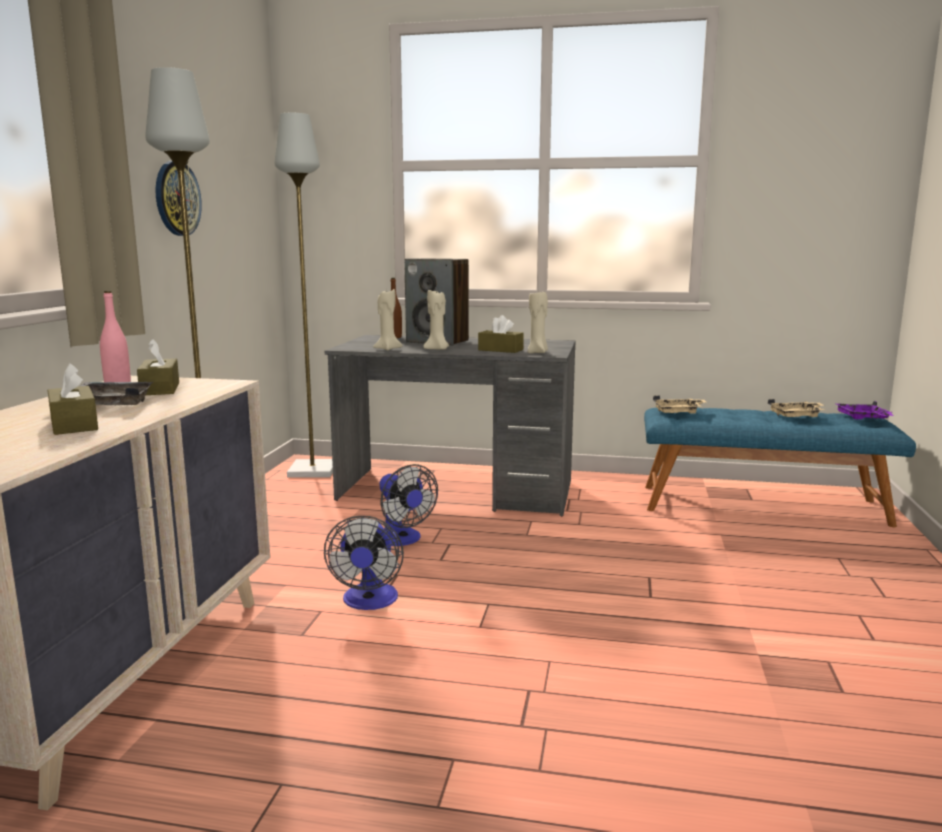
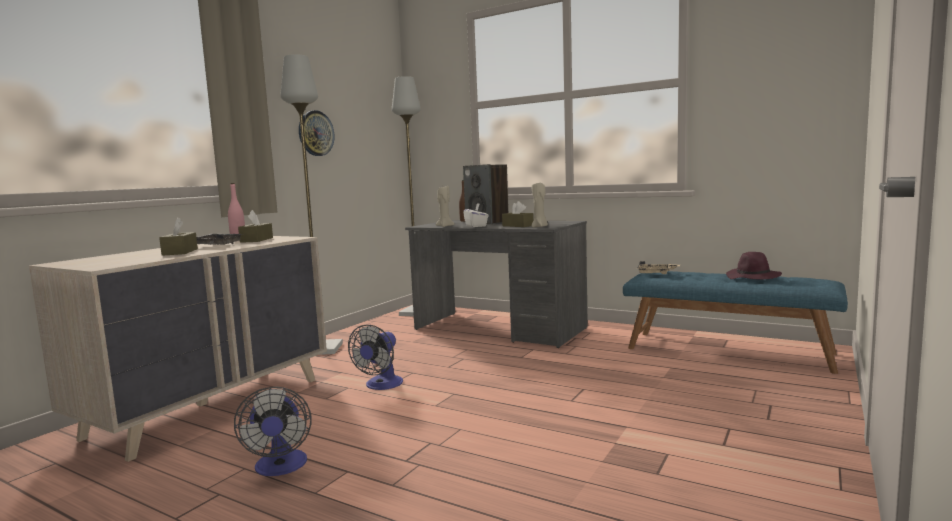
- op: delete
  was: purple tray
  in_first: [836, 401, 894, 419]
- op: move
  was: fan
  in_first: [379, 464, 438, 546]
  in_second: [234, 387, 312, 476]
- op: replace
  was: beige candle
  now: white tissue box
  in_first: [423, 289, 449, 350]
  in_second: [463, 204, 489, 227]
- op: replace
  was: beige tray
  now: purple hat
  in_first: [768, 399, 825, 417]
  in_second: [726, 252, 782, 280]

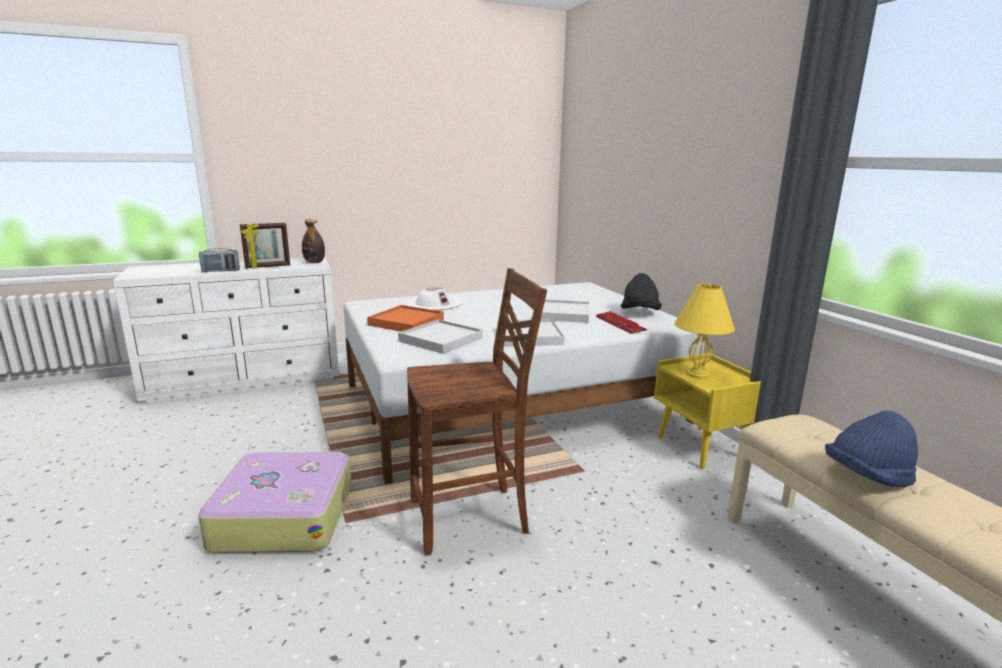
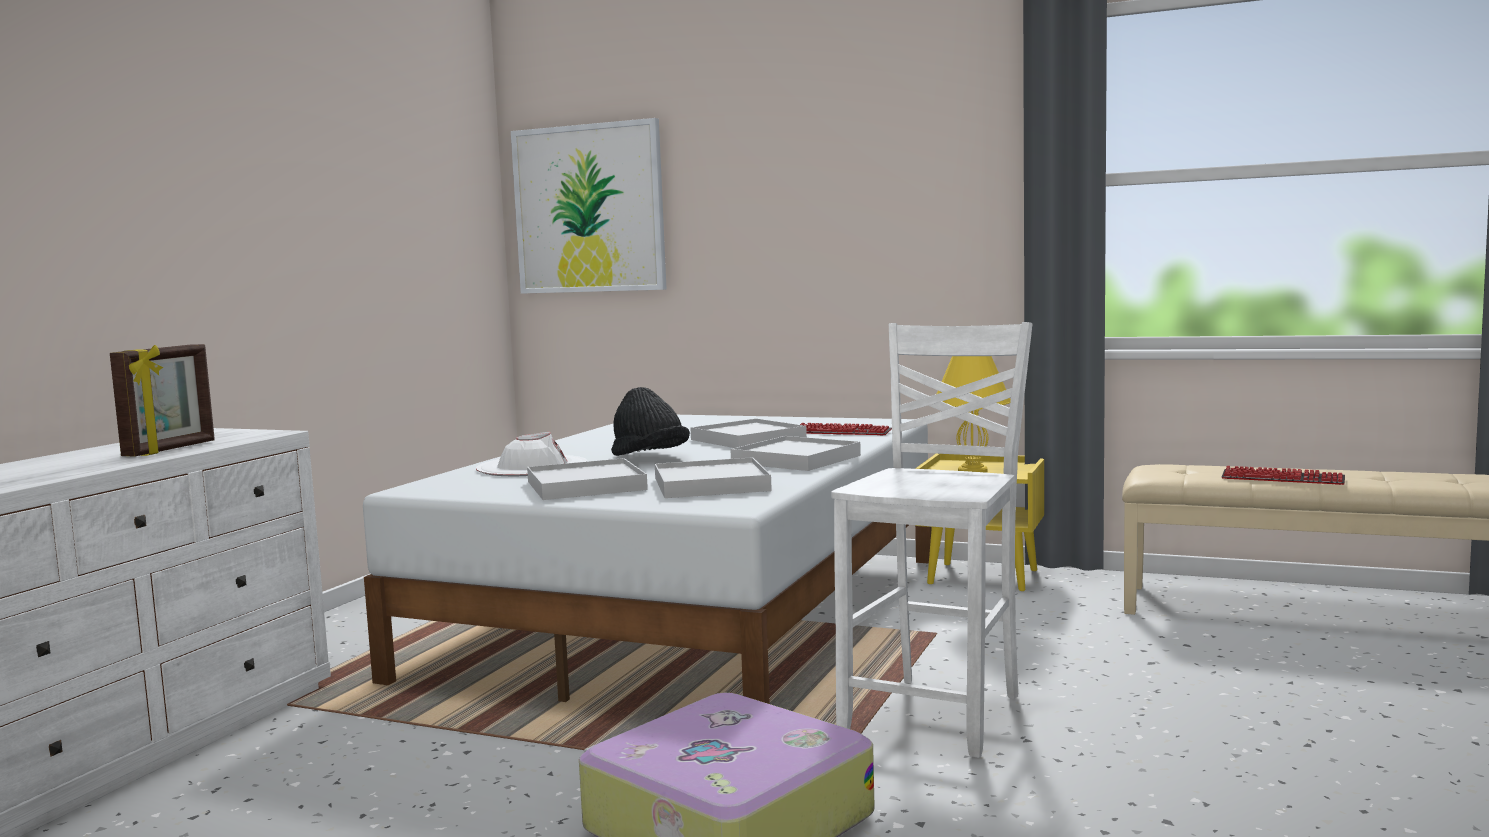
- op: delete
  was: radio
  in_first: [199, 248, 240, 272]
- op: delete
  was: bottle
  in_first: [302, 219, 325, 263]
- op: insert
  now: picture
  in_second: [511, 118, 667, 294]
- op: move
  was: black hat
  in_first: [621, 273, 662, 310]
  in_second: [611, 387, 690, 456]
- op: replace
  was: blue hat
  now: keyboard
  in_first: [825, 411, 918, 487]
  in_second: [1222, 466, 1345, 485]
- op: recolor
  was: orange tray
  now: white tray
  in_first: [367, 305, 444, 332]
  in_second: [527, 458, 648, 500]
- op: recolor
  was: brown chair
  now: white chair
  in_first: [407, 268, 547, 555]
  in_second: [831, 322, 1032, 758]

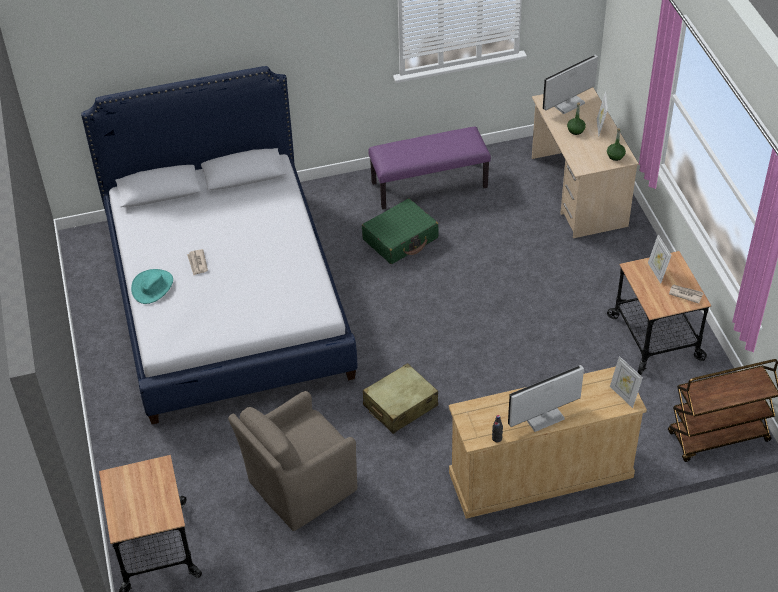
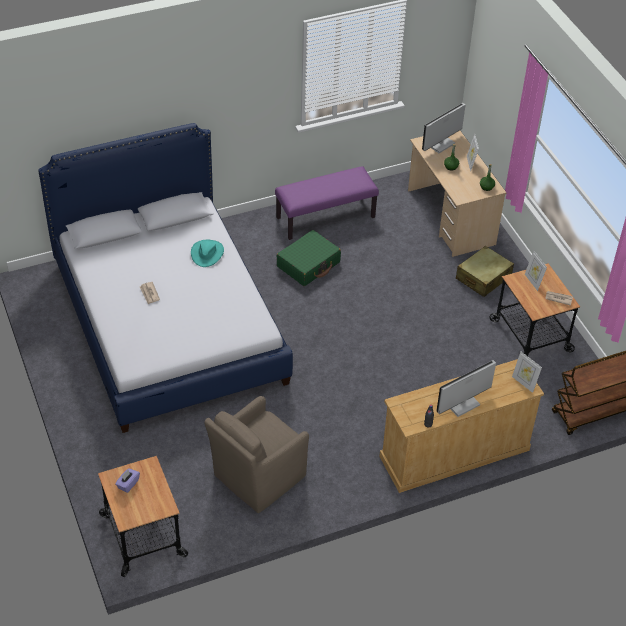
- op: insert
  now: purple tissue box
  in_second: [115, 468, 140, 493]
- op: move
  was: turquoise hat
  in_first: [131, 269, 173, 304]
  in_second: [191, 240, 224, 267]
- op: move
  was: beige suitcase
  in_first: [363, 363, 438, 434]
  in_second: [456, 246, 514, 297]

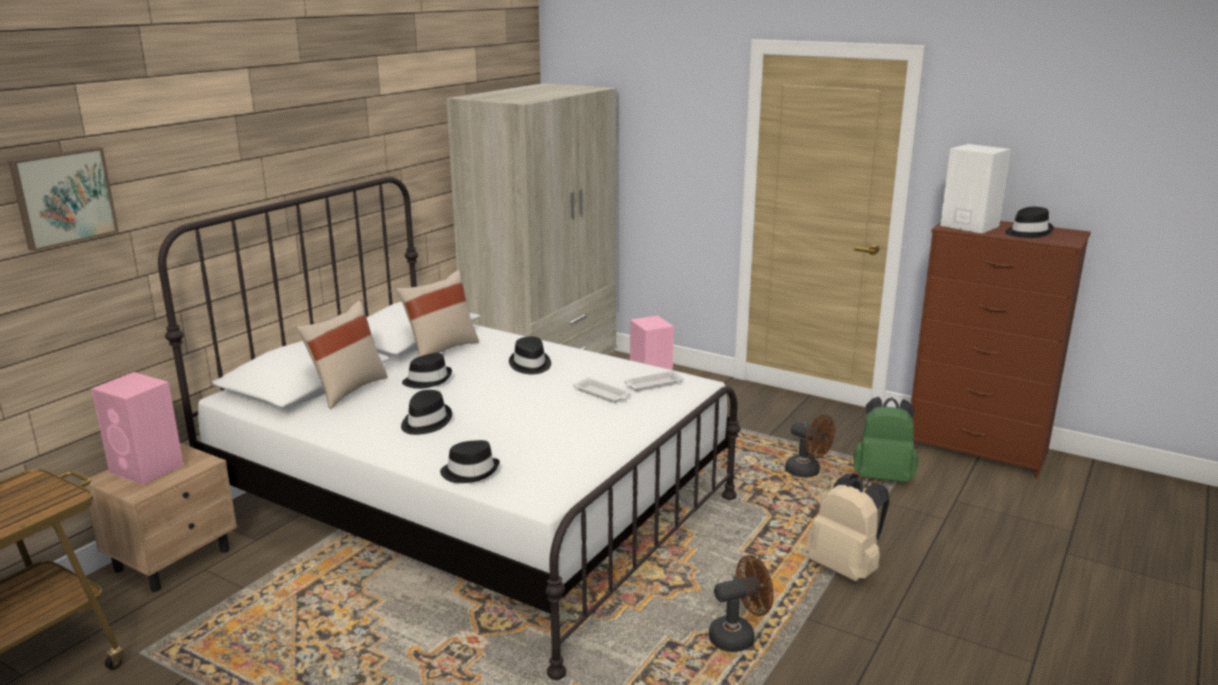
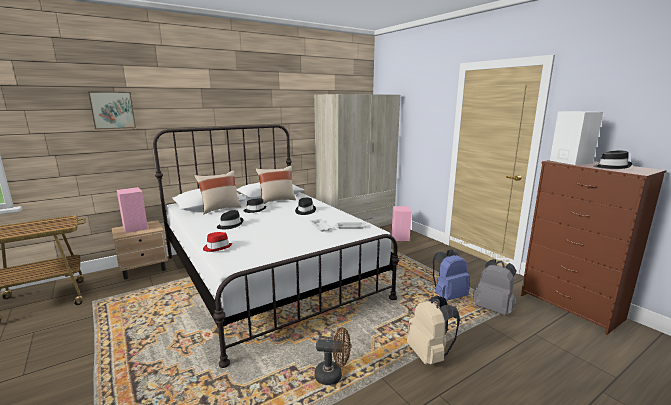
- op: replace
  was: brown fan
  now: blue backpack
  in_first: [785, 415, 835, 478]
  in_second: [433, 250, 470, 301]
- op: recolor
  was: black hat
  now: red hat
  in_first: [440, 440, 500, 483]
  in_second: [203, 232, 232, 252]
- op: recolor
  was: green backpack
  now: grey backpack
  in_first: [854, 397, 918, 483]
  in_second: [473, 259, 517, 315]

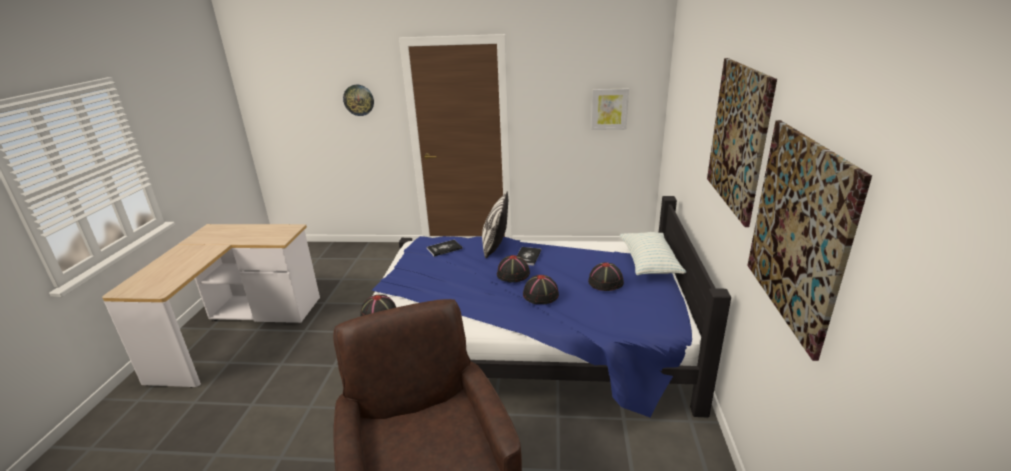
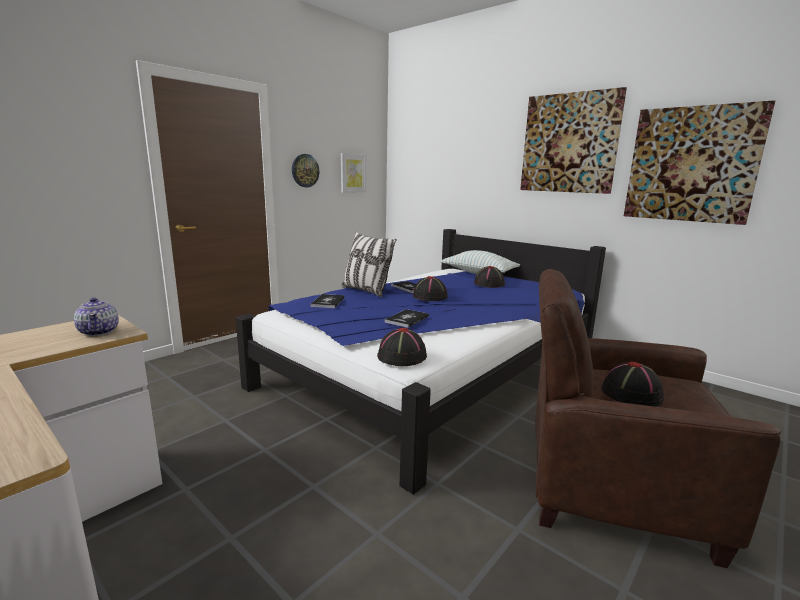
- op: insert
  now: teapot
  in_second: [74, 298, 119, 336]
- op: insert
  now: book
  in_second: [385, 309, 429, 328]
- op: move
  was: wall clock
  in_first: [343, 85, 374, 116]
  in_second: [292, 154, 319, 187]
- op: move
  was: black hat
  in_first: [523, 275, 559, 304]
  in_second: [601, 362, 664, 407]

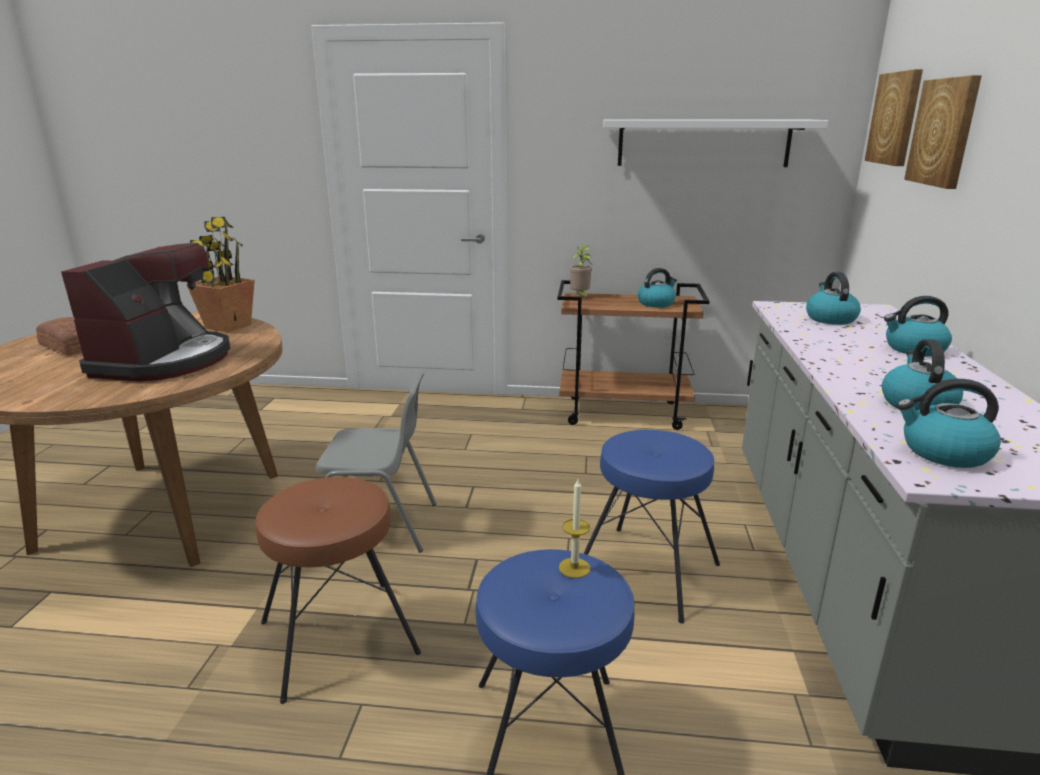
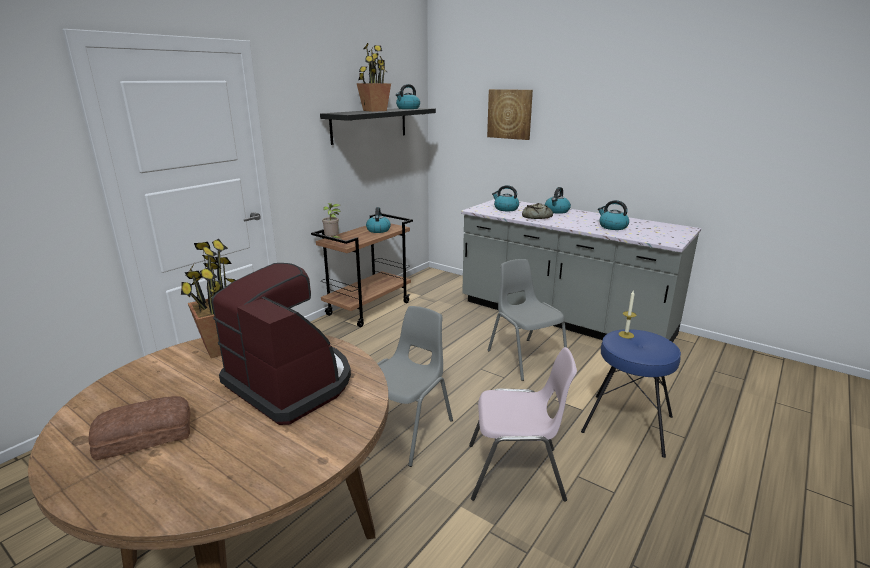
- op: delete
  was: picture
  in_first: [865, 69, 923, 166]
- op: insert
  now: potted plant
  in_second: [357, 43, 391, 112]
- op: insert
  now: bread
  in_second: [522, 203, 553, 219]
- op: move
  was: kettle
  in_first: [897, 379, 1001, 468]
  in_second: [396, 84, 420, 109]
- op: replace
  was: brown stool
  now: pink chair
  in_first: [256, 477, 421, 704]
  in_second: [469, 347, 577, 501]
- op: replace
  was: blue stool
  now: grey chair
  in_first: [583, 430, 720, 623]
  in_second: [488, 259, 567, 381]
- op: recolor
  was: white shelf
  now: black shelf
  in_first: [603, 119, 828, 167]
  in_second: [320, 108, 436, 145]

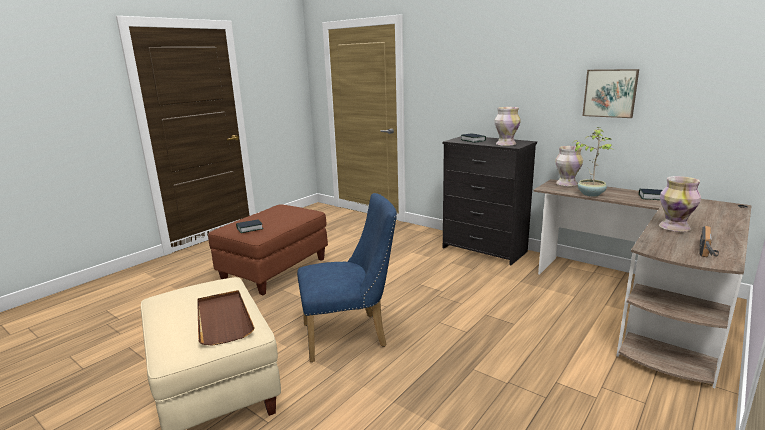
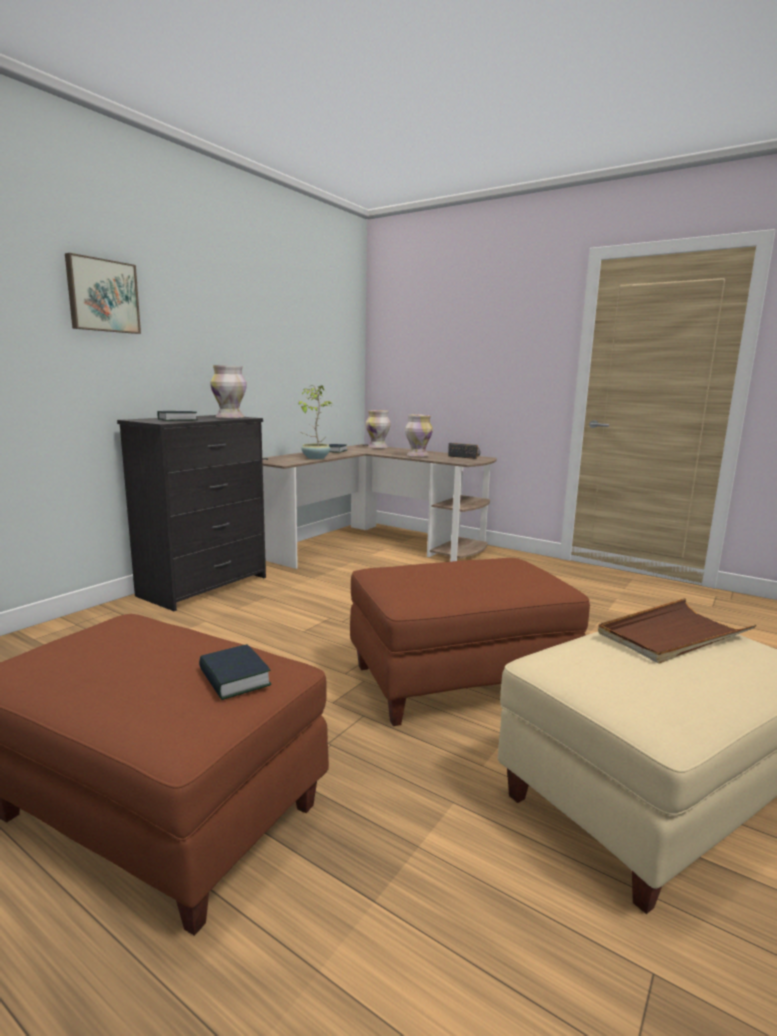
- op: move
  was: vase
  in_first: [555, 146, 583, 186]
  in_second: [366, 410, 391, 449]
- op: move
  was: picture
  in_first: [582, 69, 639, 118]
  in_second: [65, 253, 141, 334]
- op: replace
  was: blue chair
  now: brown ottoman
  in_first: [297, 193, 397, 362]
  in_second: [350, 558, 590, 726]

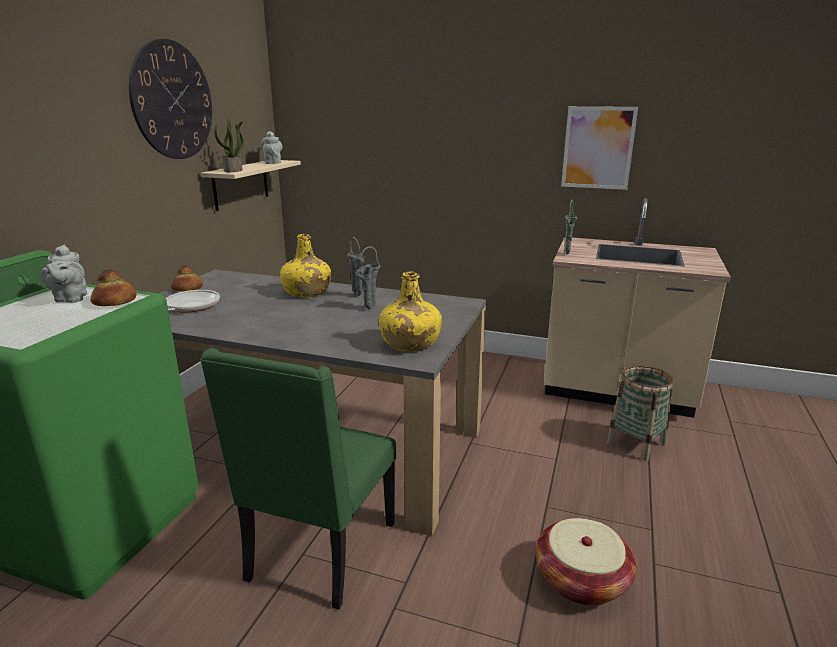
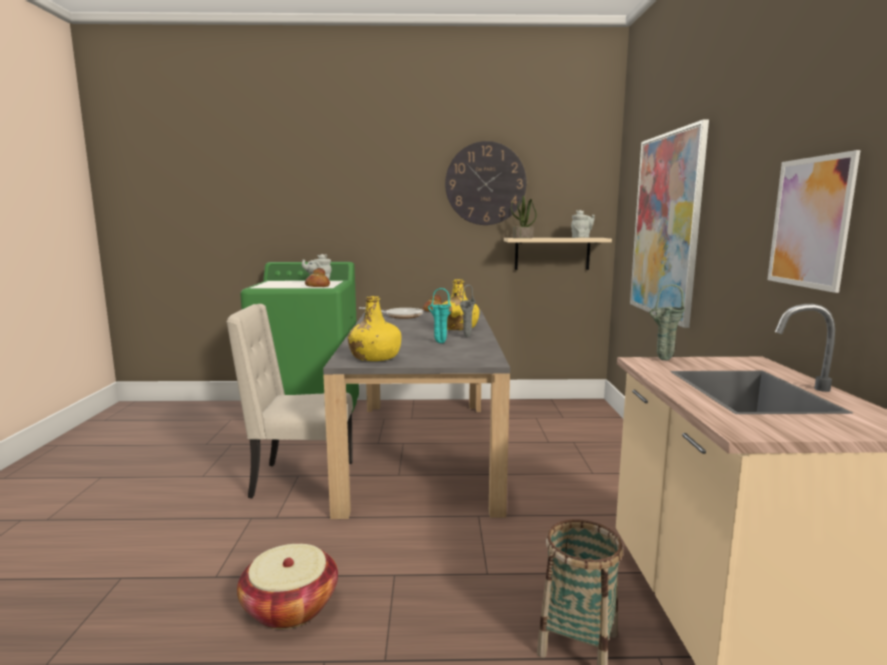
- op: insert
  now: picture
  in_second: [630, 119, 709, 328]
- op: recolor
  was: green chair
  now: beige chair
  in_first: [200, 348, 397, 609]
  in_second: [226, 304, 353, 498]
- op: recolor
  was: grey vase
  now: turquoise vase
  in_first: [356, 247, 380, 310]
  in_second: [428, 288, 451, 343]

